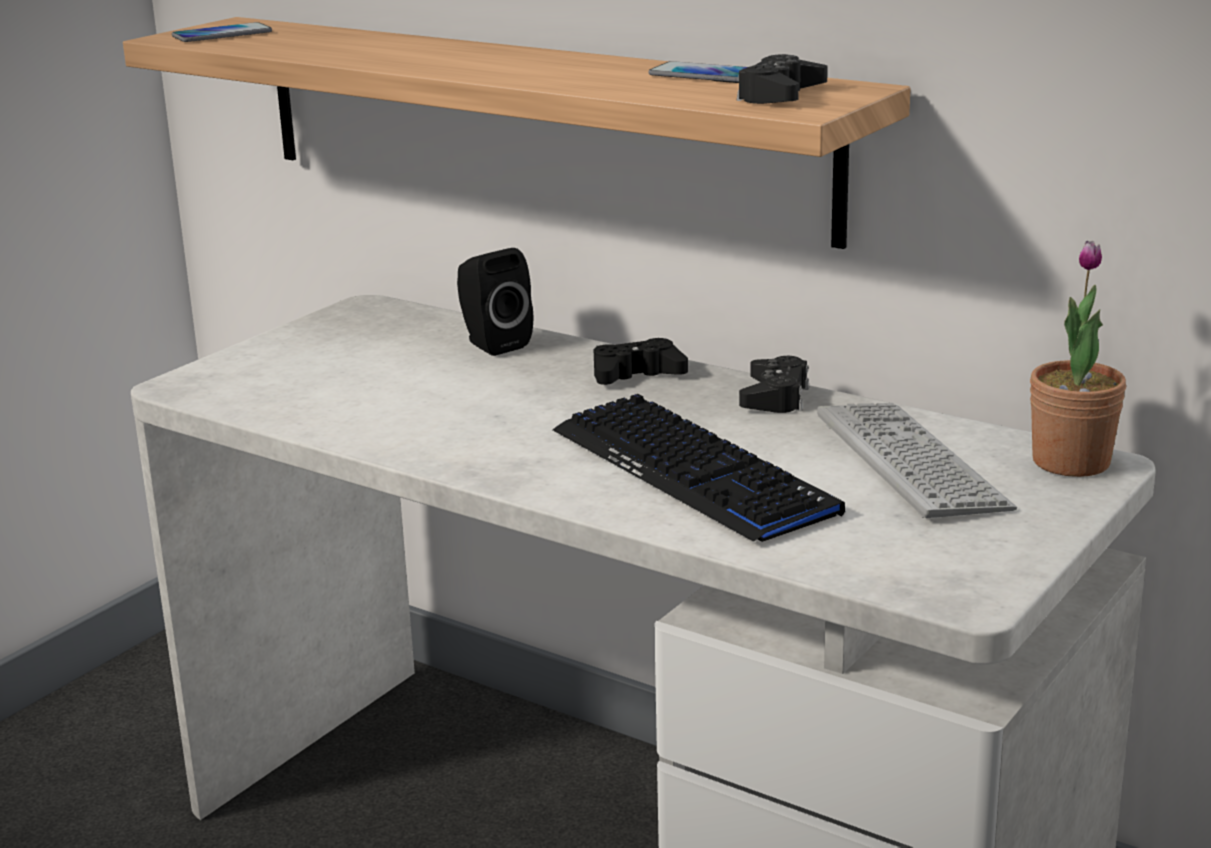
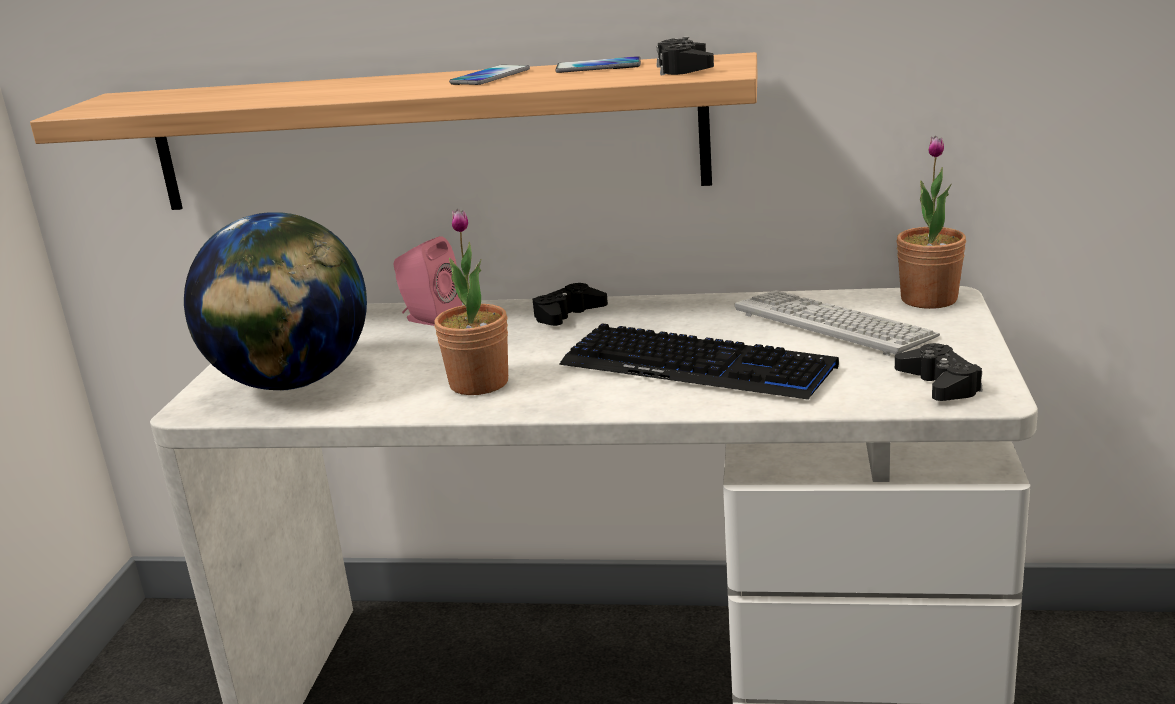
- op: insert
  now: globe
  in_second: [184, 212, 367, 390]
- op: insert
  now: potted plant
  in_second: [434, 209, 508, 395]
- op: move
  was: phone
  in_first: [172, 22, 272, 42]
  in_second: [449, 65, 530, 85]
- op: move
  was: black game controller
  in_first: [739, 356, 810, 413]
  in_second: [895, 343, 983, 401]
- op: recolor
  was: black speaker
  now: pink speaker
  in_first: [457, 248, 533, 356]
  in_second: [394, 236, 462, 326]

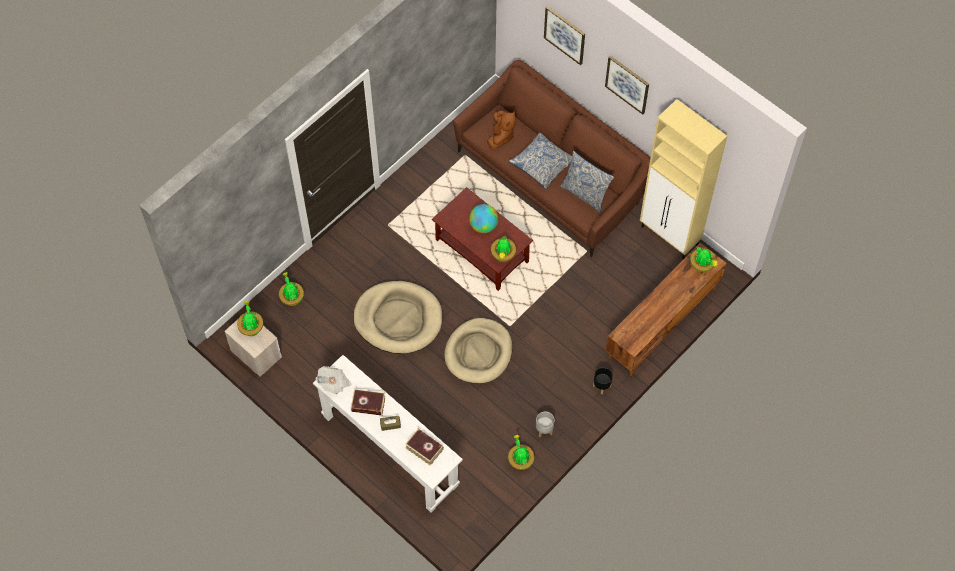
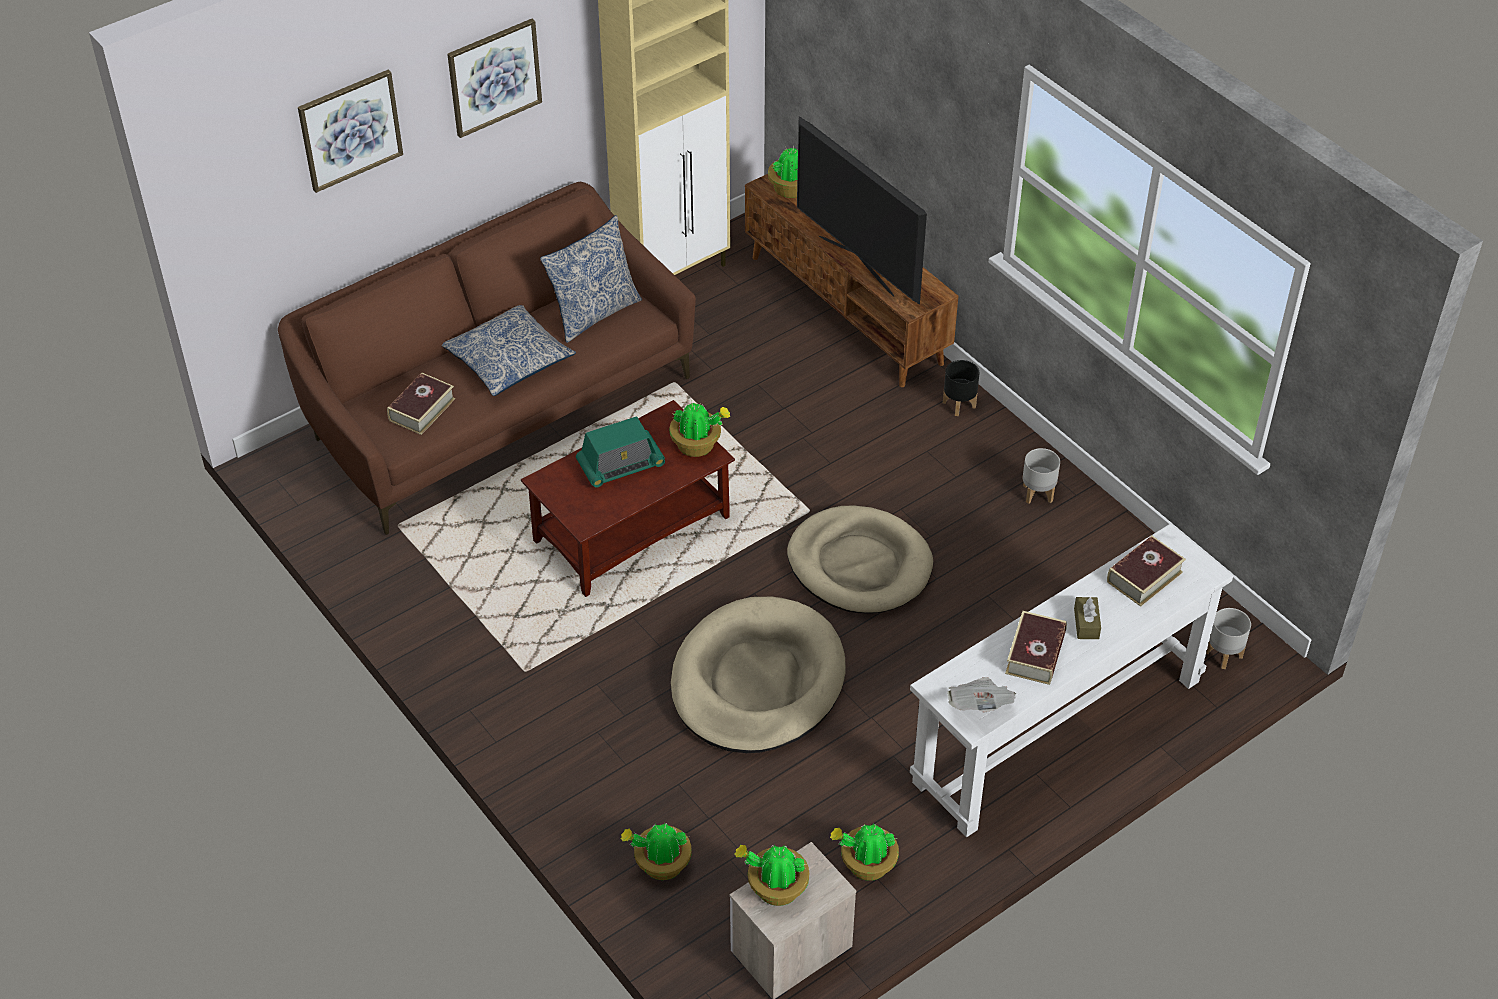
- op: insert
  now: television
  in_second: [797, 116, 927, 305]
- op: insert
  now: grey planter
  in_second: [1206, 608, 1251, 669]
- op: move
  was: potted plant
  in_first: [508, 435, 534, 470]
  in_second: [830, 823, 899, 881]
- op: replace
  was: globe
  now: radio
  in_first: [469, 204, 498, 233]
  in_second: [576, 416, 665, 488]
- op: replace
  was: brown plush toy
  now: book
  in_first: [487, 111, 516, 150]
  in_second: [387, 373, 455, 435]

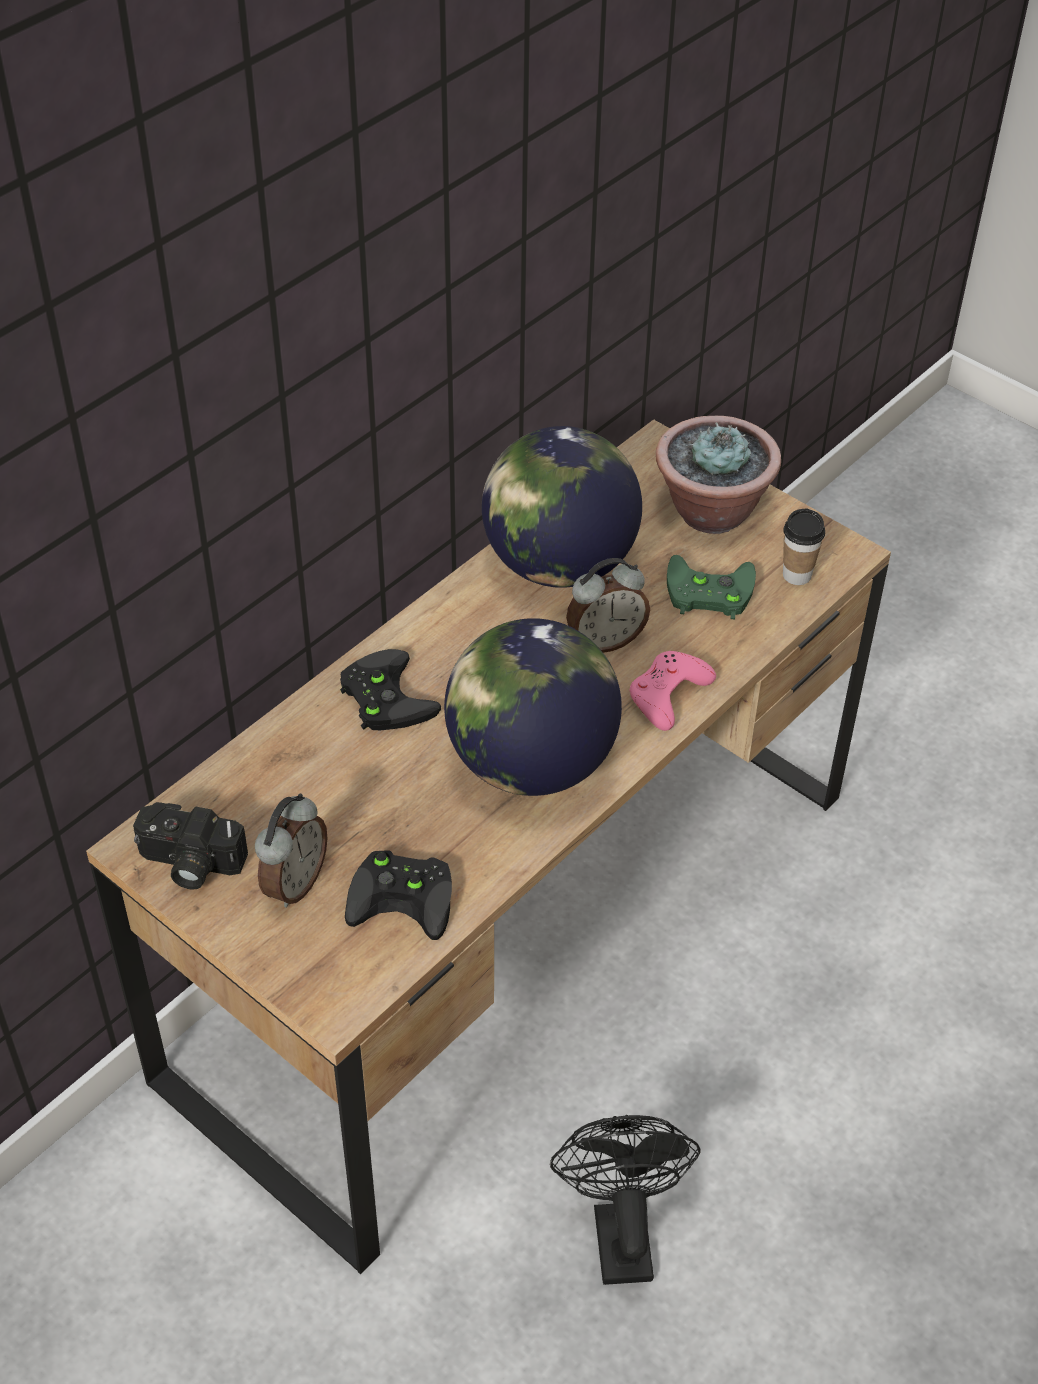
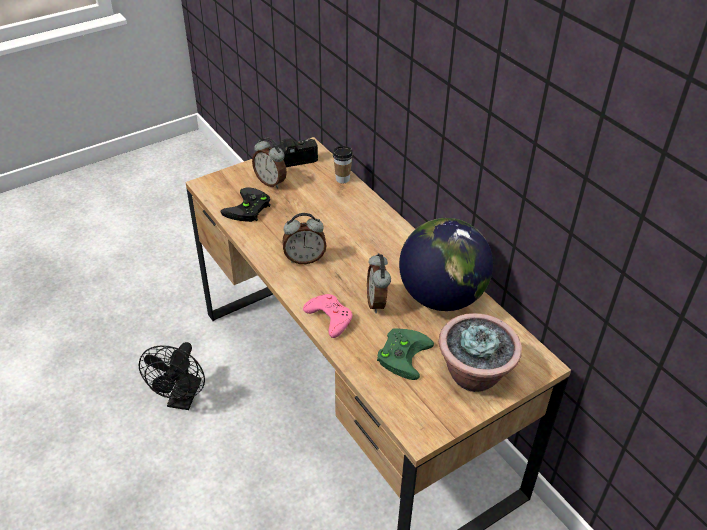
- op: delete
  was: black game controller
  in_first: [340, 649, 441, 730]
- op: move
  was: cup
  in_first: [783, 509, 825, 585]
  in_second: [333, 146, 353, 183]
- op: replace
  was: globe
  now: alarm clock
  in_first: [444, 618, 622, 796]
  in_second: [282, 213, 327, 264]
- op: rotate
  was: photo camera
  in_first: [133, 802, 248, 890]
  in_second: [272, 138, 318, 167]
  clockwise: 45
- op: rotate
  was: black fan
  in_first: [550, 1115, 700, 1285]
  in_second: [139, 342, 205, 410]
  clockwise: 90

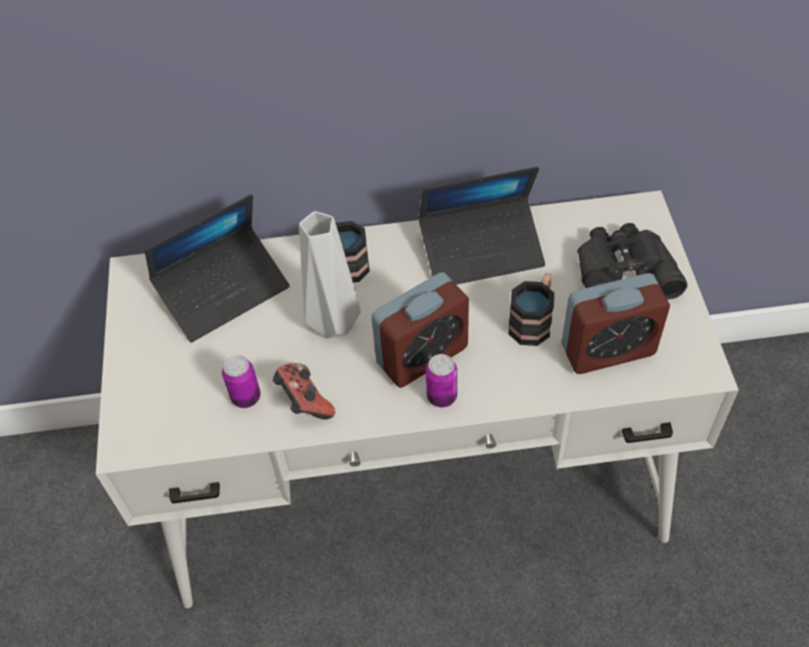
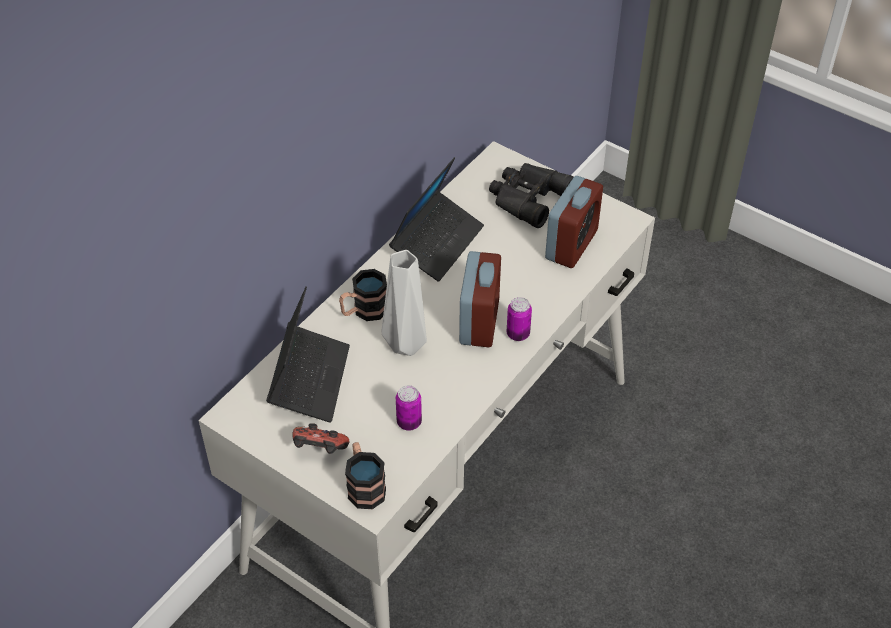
- op: move
  was: game controller
  in_first: [273, 363, 335, 419]
  in_second: [292, 423, 349, 454]
- op: move
  was: mug
  in_first: [508, 273, 554, 346]
  in_second: [345, 442, 386, 509]

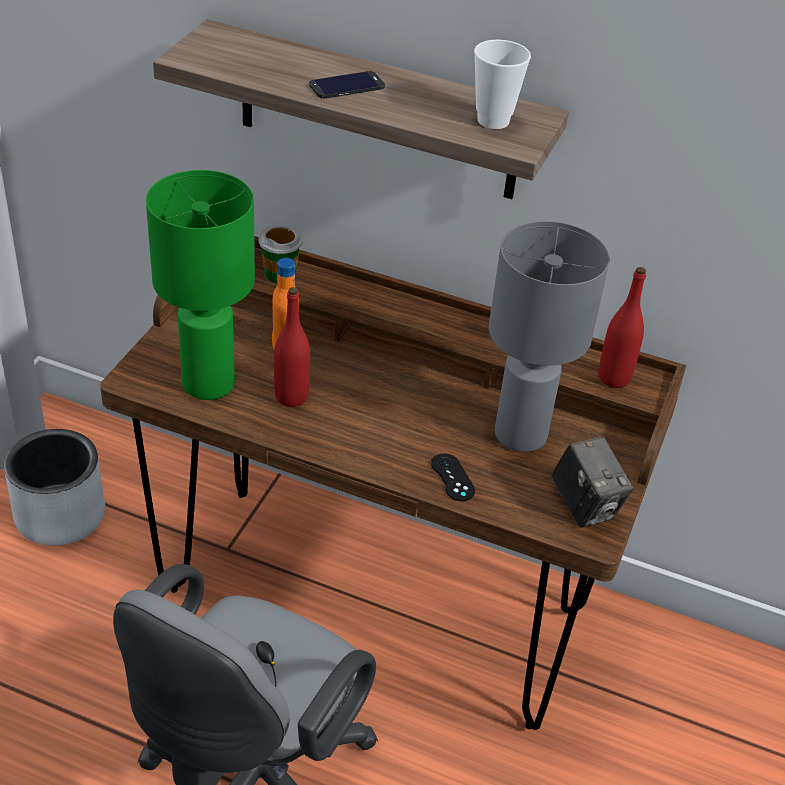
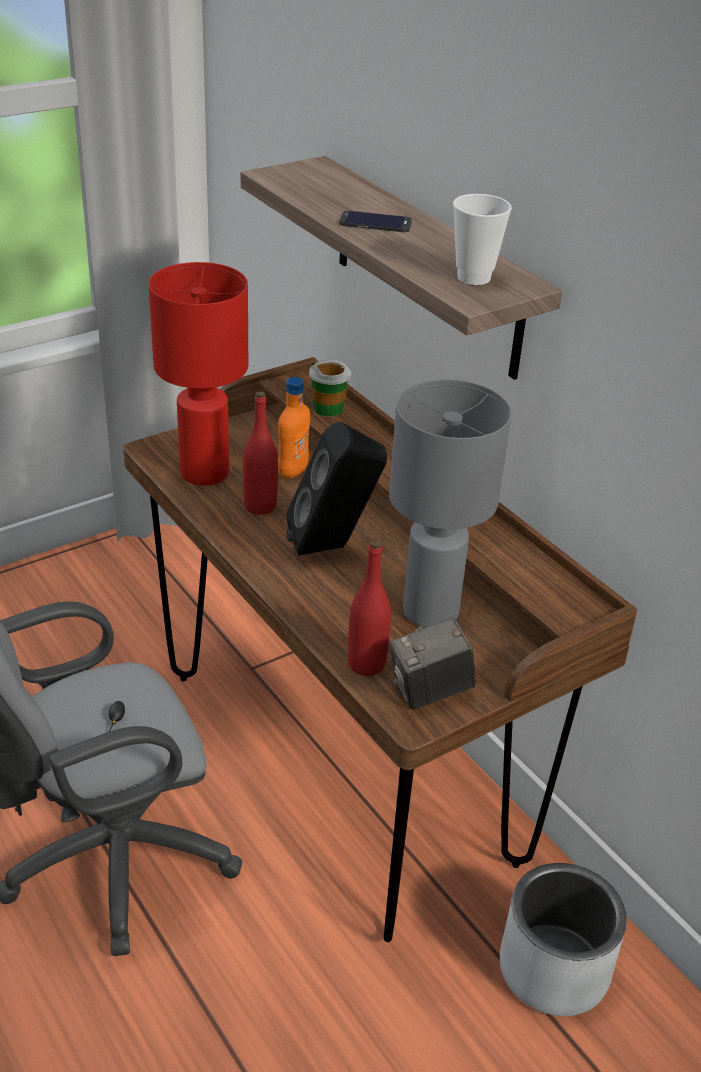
- op: delete
  was: black game controller
  in_first: [431, 453, 475, 501]
- op: insert
  now: black speaker
  in_second: [286, 422, 387, 556]
- op: move
  was: grey planter
  in_first: [4, 429, 105, 546]
  in_second: [500, 863, 627, 1016]
- op: move
  was: red bottle
  in_first: [598, 267, 646, 388]
  in_second: [348, 540, 391, 676]
- op: recolor
  was: green table lamp
  now: red table lamp
  in_first: [146, 170, 255, 400]
  in_second: [149, 262, 248, 486]
- op: rotate
  was: photo camera
  in_first: [551, 436, 634, 528]
  in_second: [390, 617, 476, 710]
  clockwise: 60

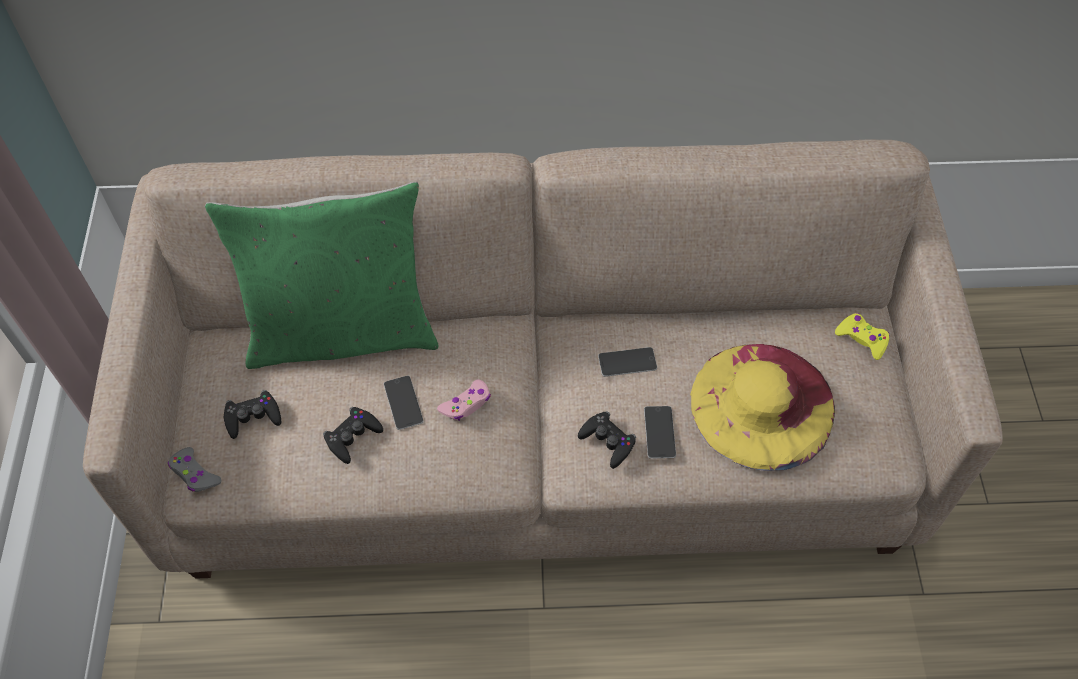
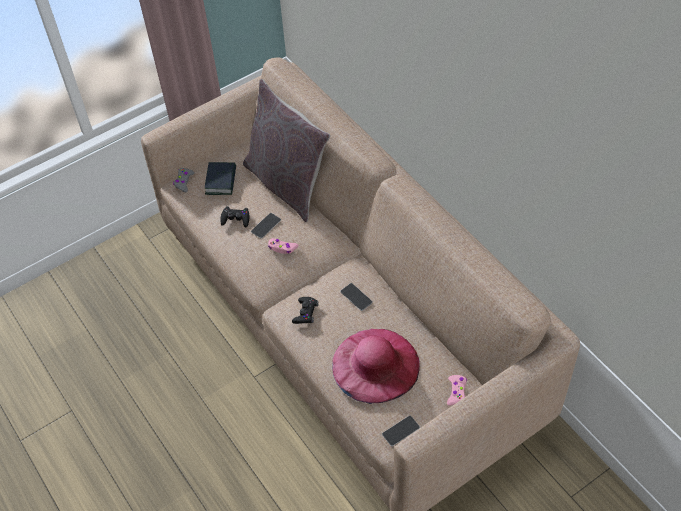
- op: move
  was: phone
  in_first: [644, 406, 676, 459]
  in_second: [382, 416, 420, 446]
- op: replace
  was: black game controller
  now: book
  in_first: [224, 390, 281, 439]
  in_second: [205, 162, 236, 195]
- op: recolor
  was: green pillow
  now: grey pillow
  in_first: [205, 181, 438, 369]
  in_second: [243, 79, 330, 222]
- op: recolor
  was: yellow hat
  now: pink hat
  in_first: [690, 344, 835, 471]
  in_second: [332, 329, 420, 404]
- op: recolor
  was: yellow game controller
  now: pink game controller
  in_first: [835, 313, 890, 360]
  in_second: [447, 375, 467, 406]

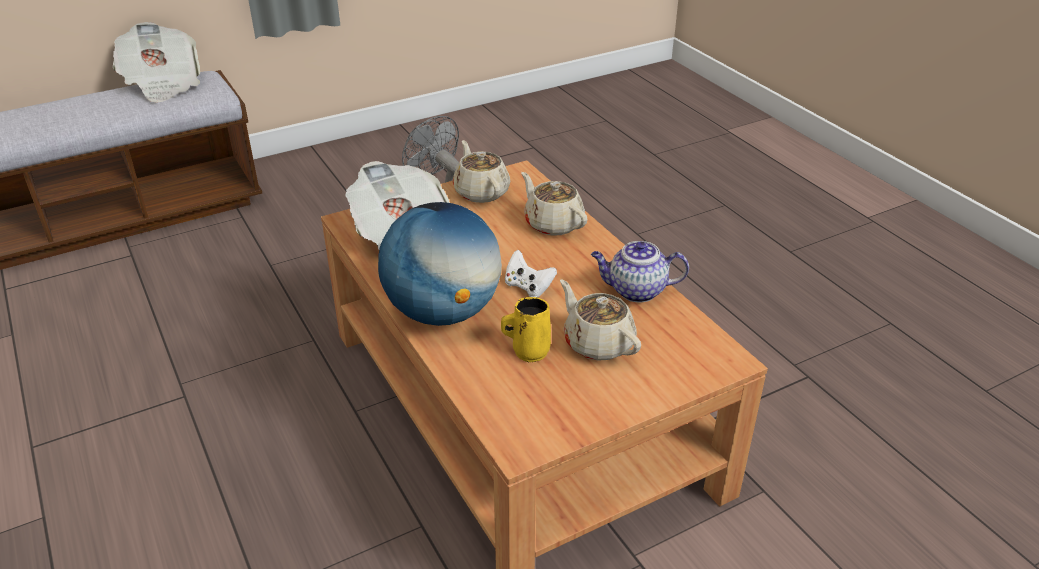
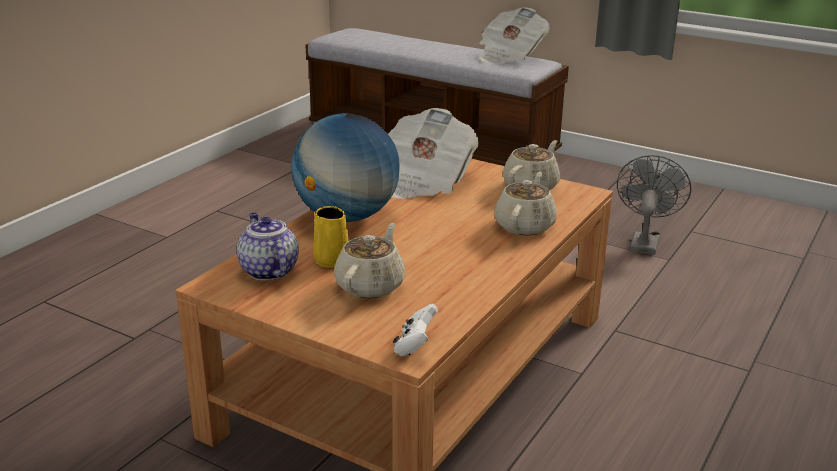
- op: move
  was: white game controller
  in_first: [505, 250, 557, 297]
  in_second: [393, 304, 438, 356]
- op: move
  was: teapot
  in_first: [591, 241, 689, 302]
  in_second: [237, 213, 299, 280]

